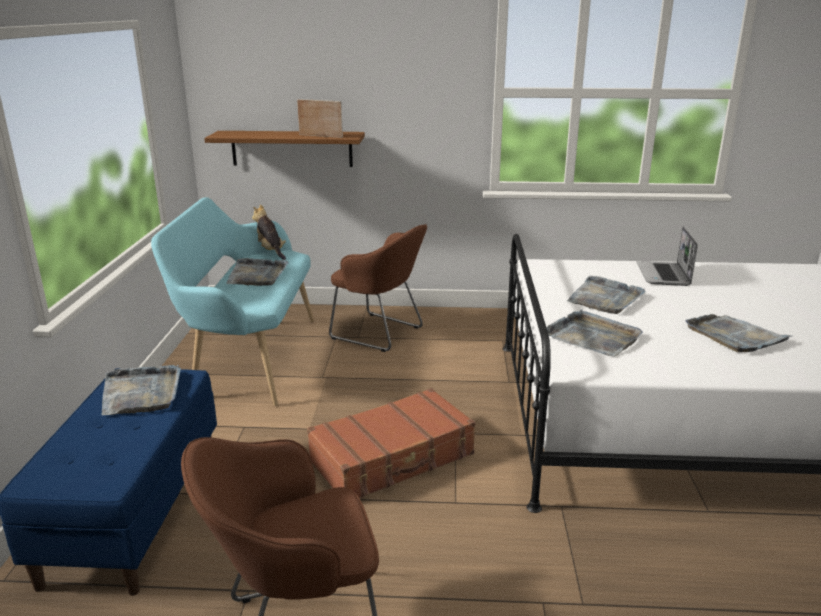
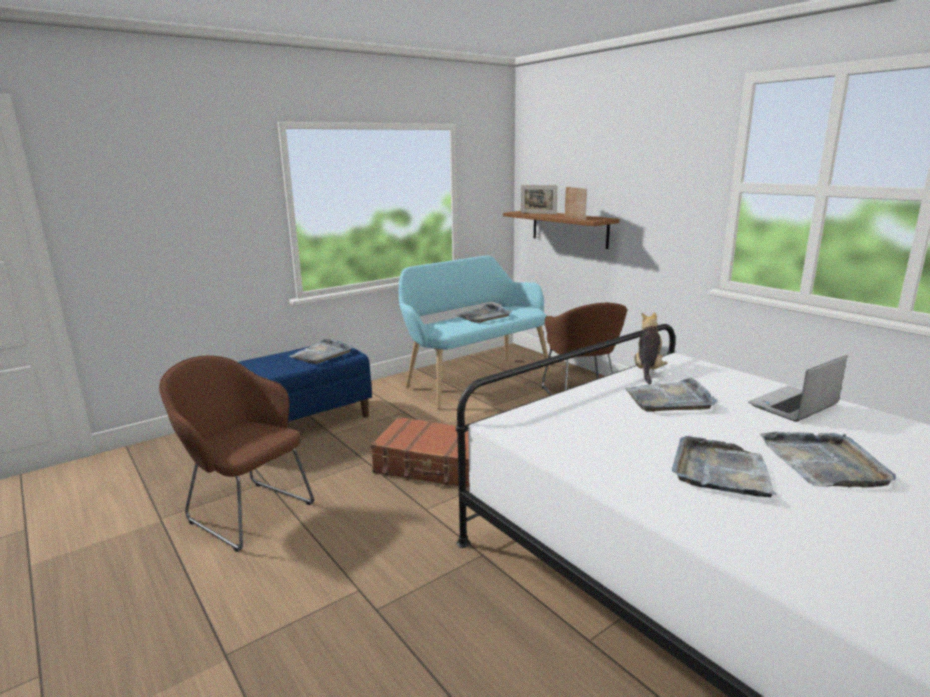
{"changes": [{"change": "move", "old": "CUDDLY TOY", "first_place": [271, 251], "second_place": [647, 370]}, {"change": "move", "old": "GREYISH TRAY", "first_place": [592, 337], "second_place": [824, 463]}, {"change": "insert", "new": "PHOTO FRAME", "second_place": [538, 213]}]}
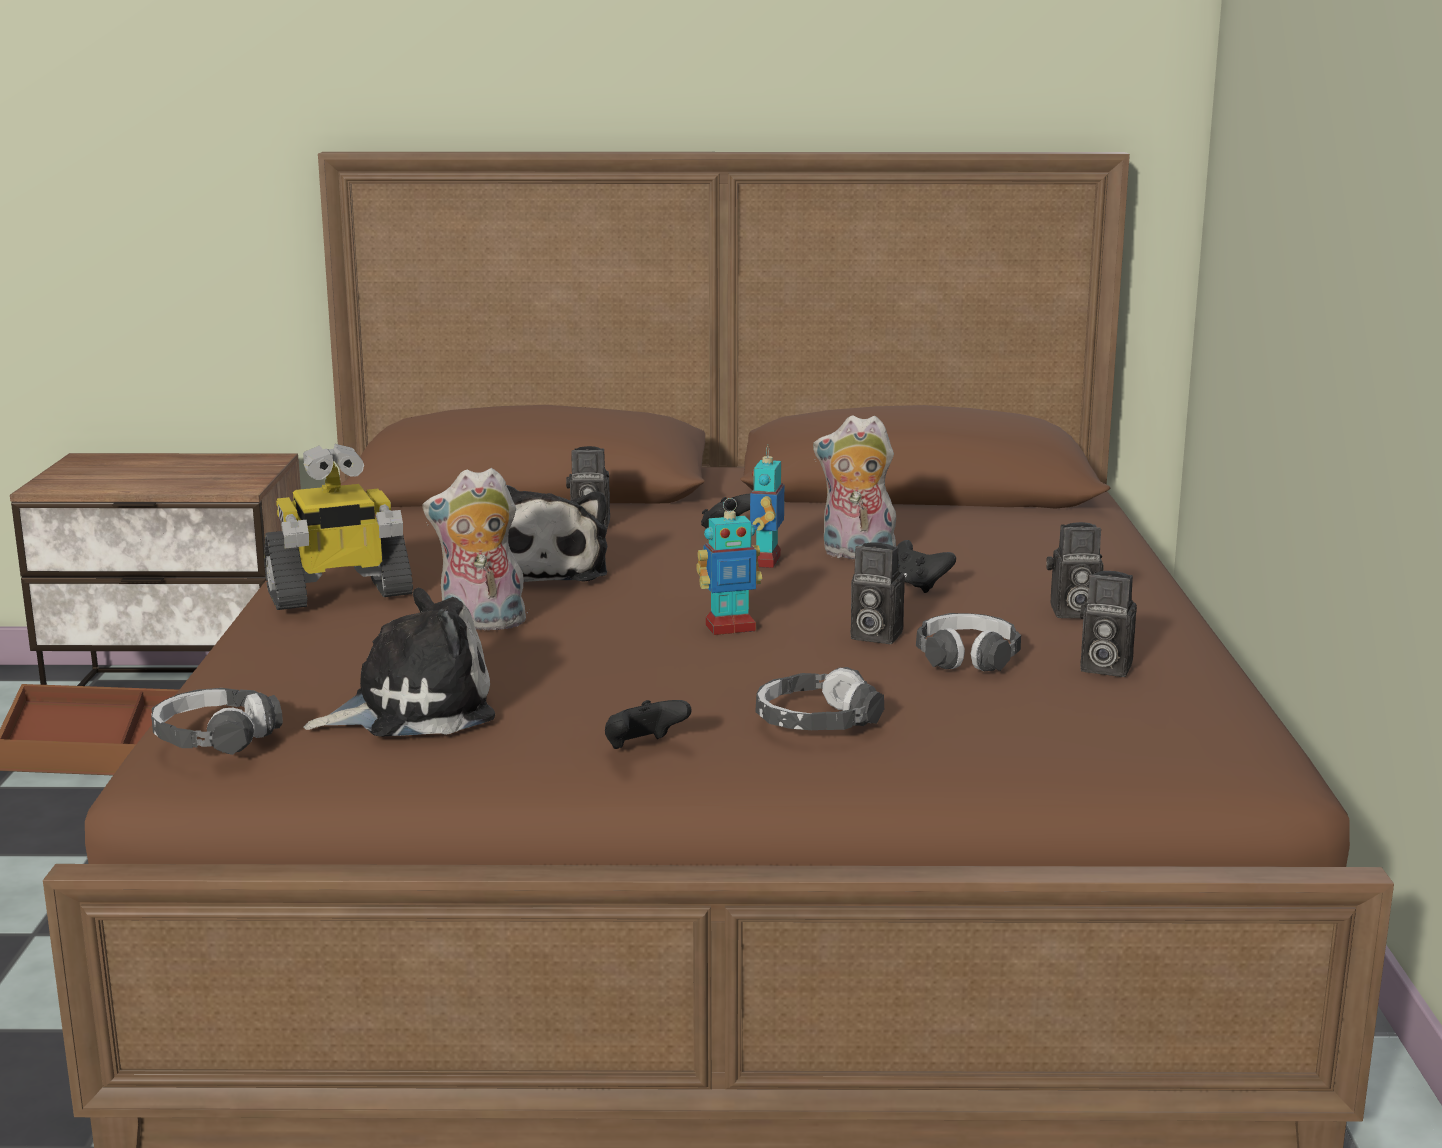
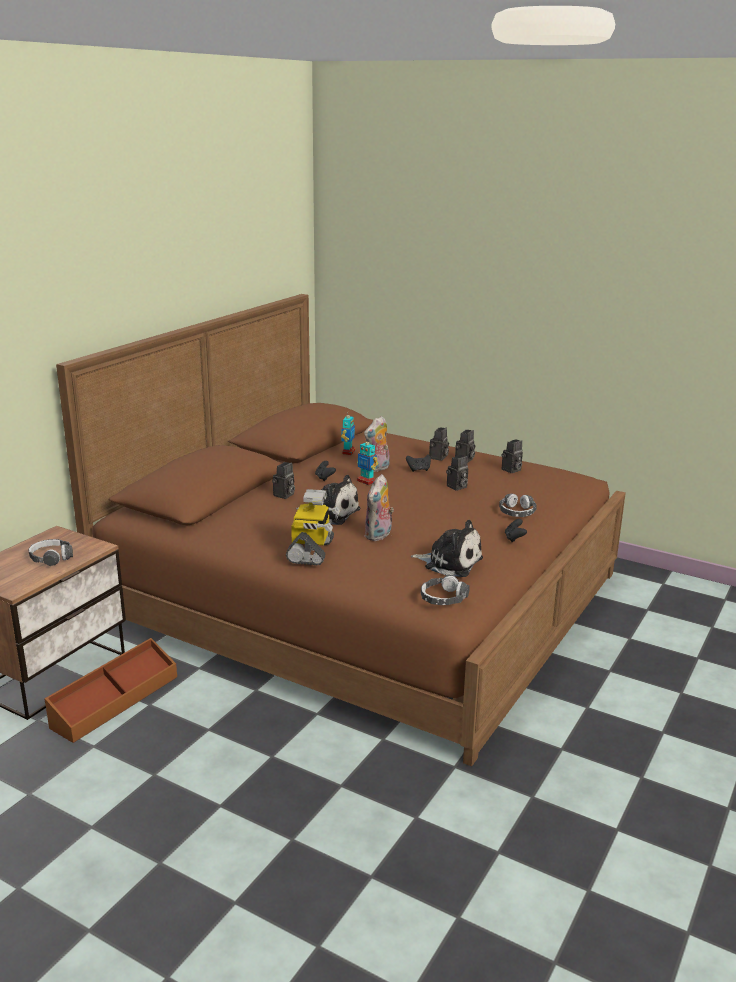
{"changes": [{"change": "move", "old": "MODEL ROBOT", "first_place": [730, 628], "second_place": [348, 452]}, {"change": "rotate", "old": "CUDDLY TOY", "first_place": [413, 709], "second_place": [450, 562], "degrees": 105}, {"change": "move", "old": "PAIR OF HEADPHONES", "first_place": [967, 657], "second_place": [51, 558]}, {"change": "insert", "new": "PHOTO CAMERA", "second_place": [438, 458]}]}
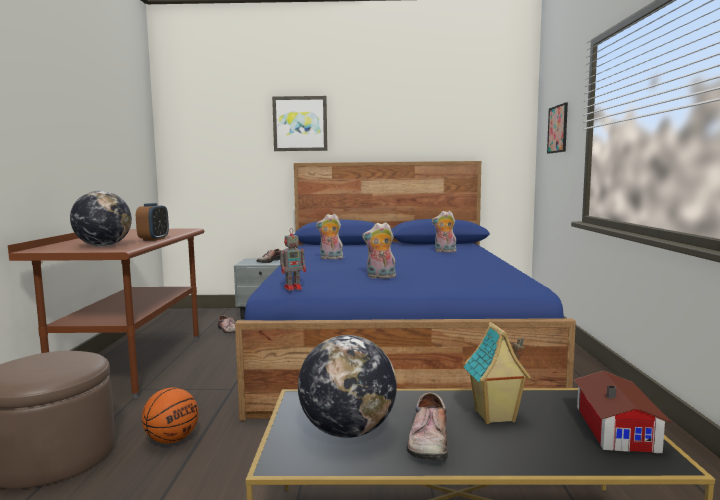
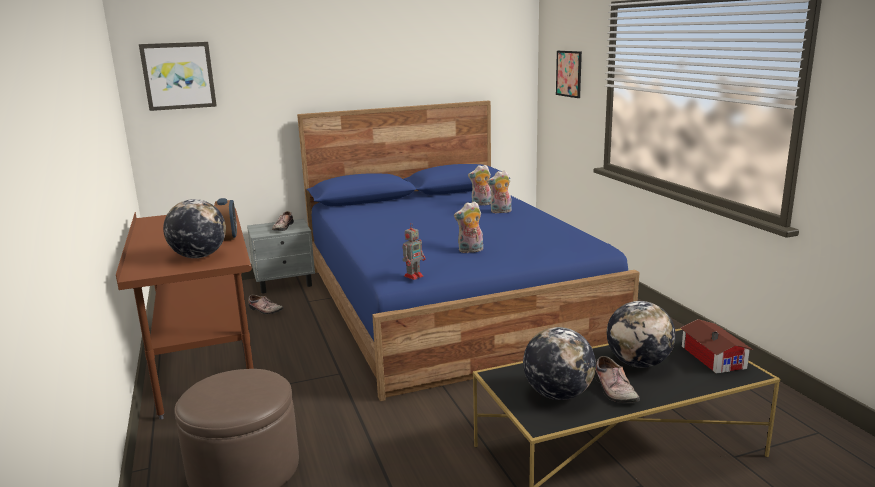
{"changes": [{"change": "move", "old": "PICTURE", "first_place": [300, 123], "second_place": [178, 76]}, {"change": "move", "old": "CUDDLY TOY", "first_place": [330, 258], "second_place": [500, 212]}, {"change": "replace", "old": "MINIATURE HOUSE", "new": "GLOBE", "first_place": [495, 416], "second_place": [638, 363]}, {"change": "delete", "old": "BALL FOR BASKETBALL", "first_place": [172, 440]}]}
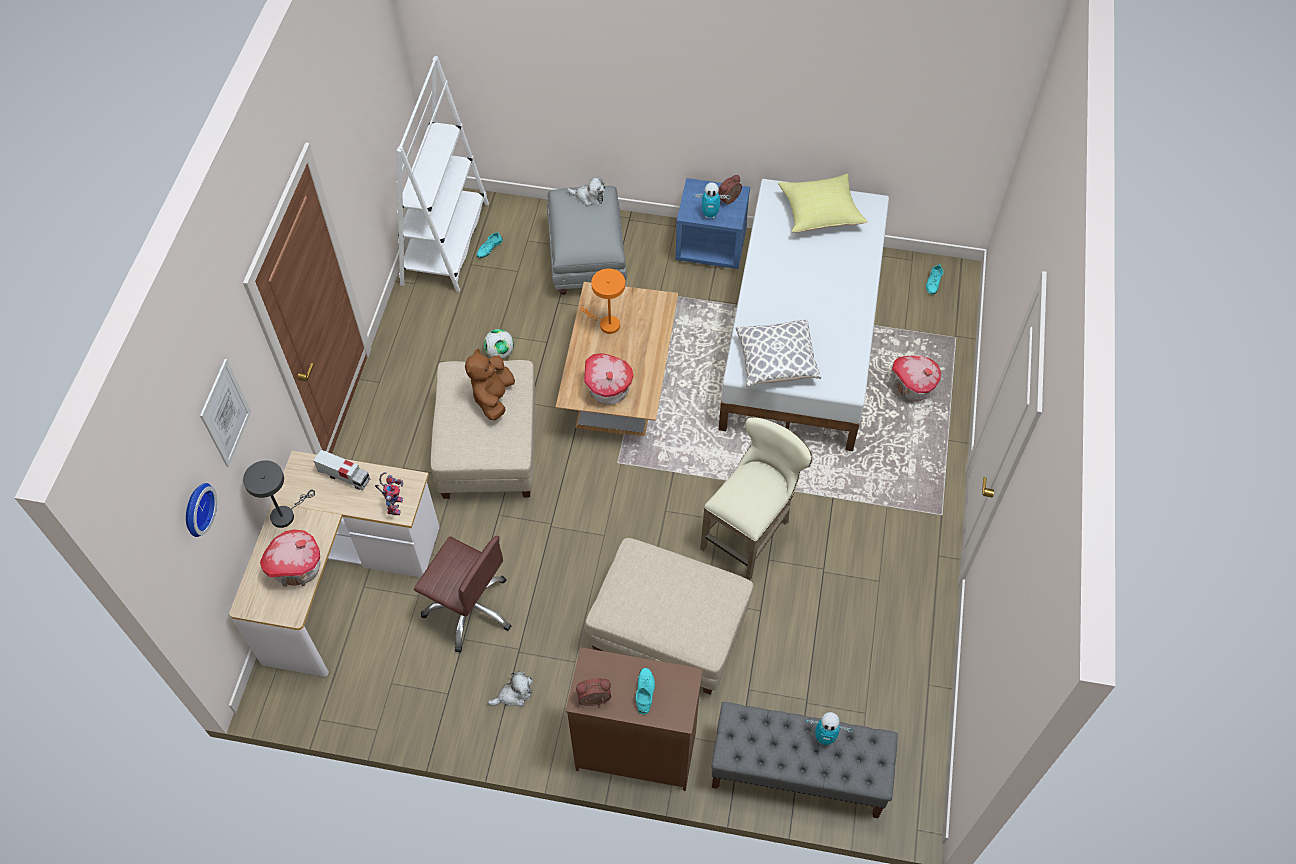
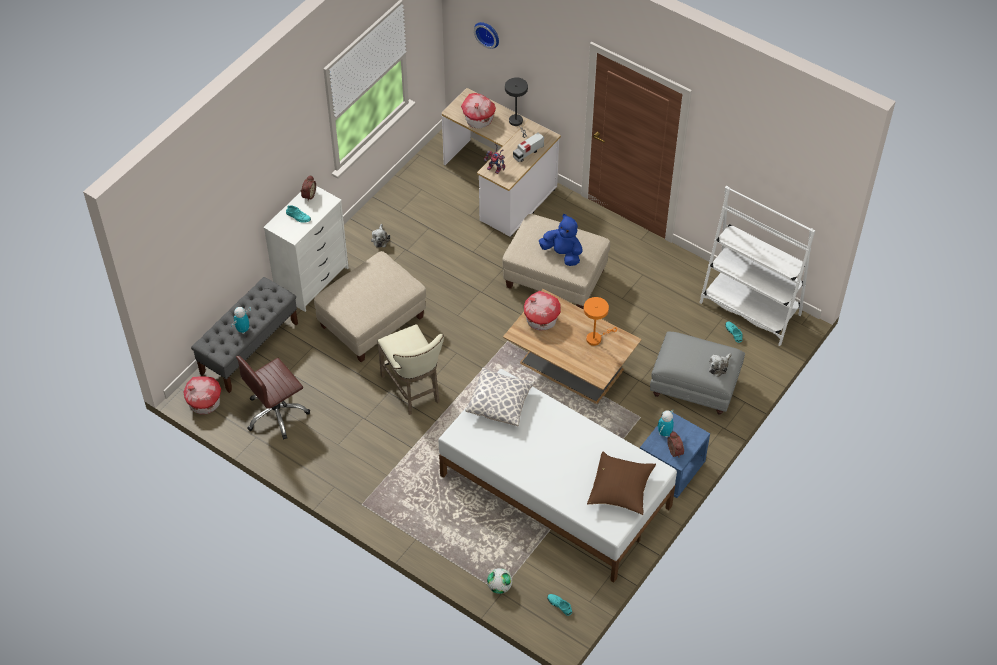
{"changes": [{"change": "recolor", "old": "YELLOW-COLOURED CUSHION", "new": "BROWN-COLOURED CUSHION", "first_place": [820, 213], "second_place": [621, 491]}, {"change": "move", "old": "BALL FOR FOOTBALL", "first_place": [500, 352], "second_place": [499, 587]}, {"change": "recolor", "old": "BROWN-COLOURED CUDDLY TOY", "new": "BLUE CUDDLY TOY", "first_place": [493, 397], "second_place": [562, 254]}, {"change": "move", "old": "MINIATURE HOUSE", "first_place": [913, 387], "second_place": [204, 403]}, {"change": "delete", "old": "PICTURE", "first_place": [225, 413]}, {"change": "move", "old": "BROWN-COLOURED OFFICE CHAIR", "first_place": [469, 609], "second_place": [276, 414]}, {"change": "recolor", "old": "BROWN-COLOURED DRESSER", "new": "WHITISH DRESSER", "first_place": [636, 749], "second_place": [312, 281]}]}
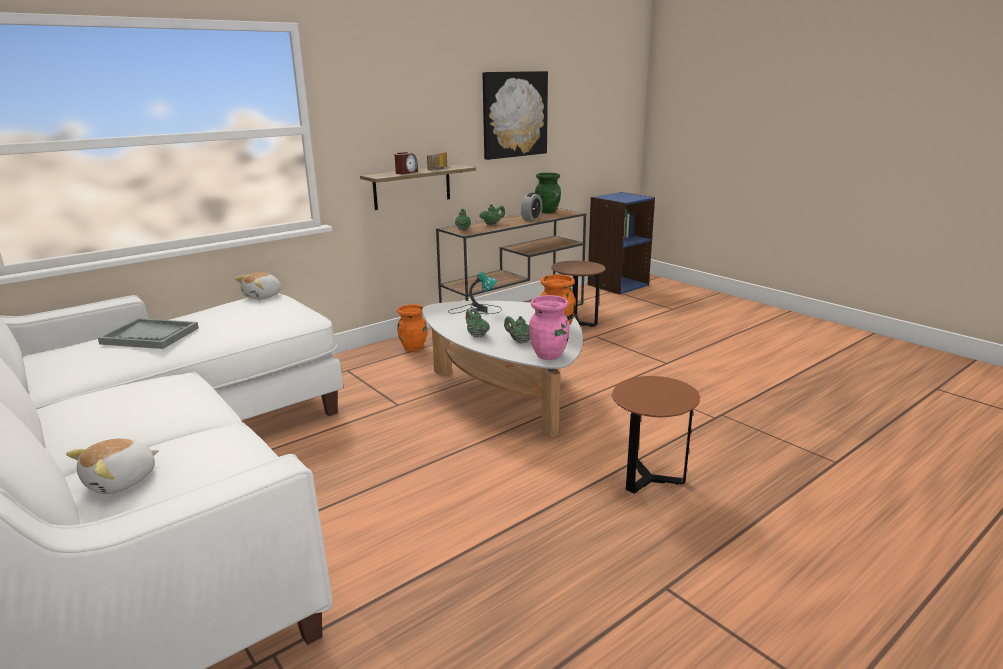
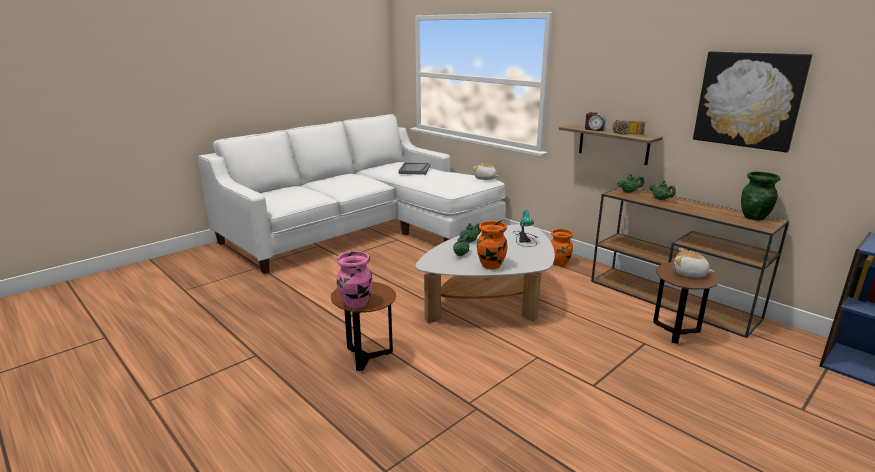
{"changes": [{"change": "delete", "old": "TABLE CLOCK", "first_place": [531, 218]}, {"change": "move", "old": "PINKISH DECORATIVE VASE", "first_place": [549, 355], "second_place": [356, 303]}, {"change": "move", "old": "CUDDLY TOY", "first_place": [122, 481], "second_place": [689, 274]}]}
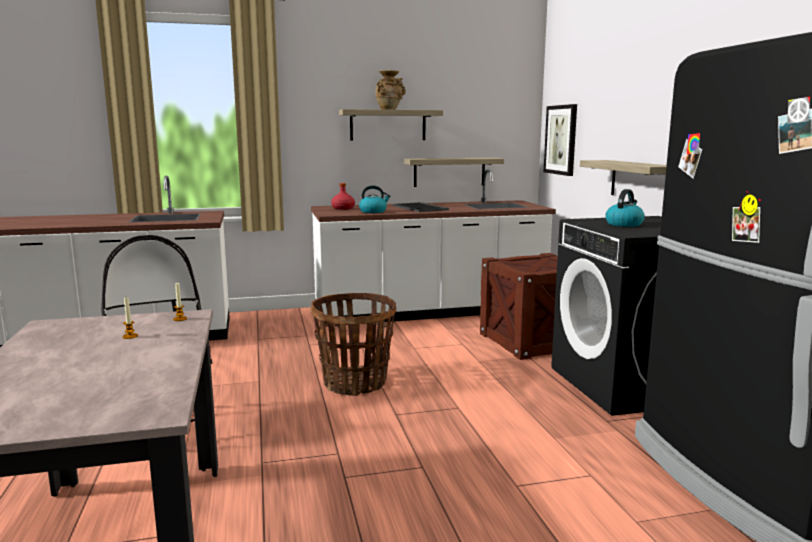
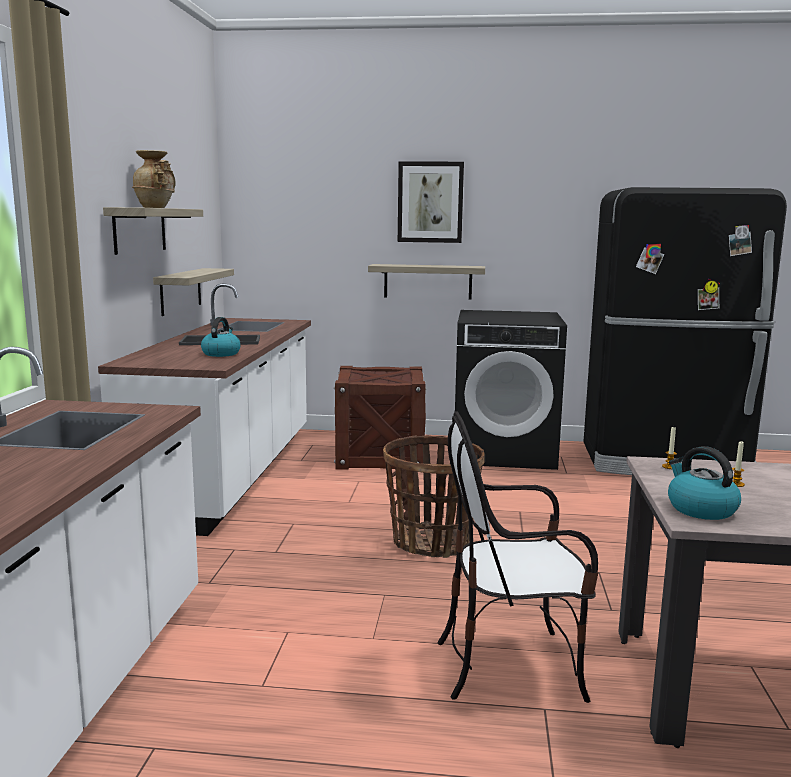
{"changes": [{"change": "move", "old": "PICTURE", "first_place": [561, 140], "second_place": [430, 202]}, {"change": "delete", "old": "RED DRINK BOTTLE", "first_place": [343, 208]}, {"change": "move", "old": "KETTLE", "first_place": [624, 224], "second_place": [700, 509]}]}
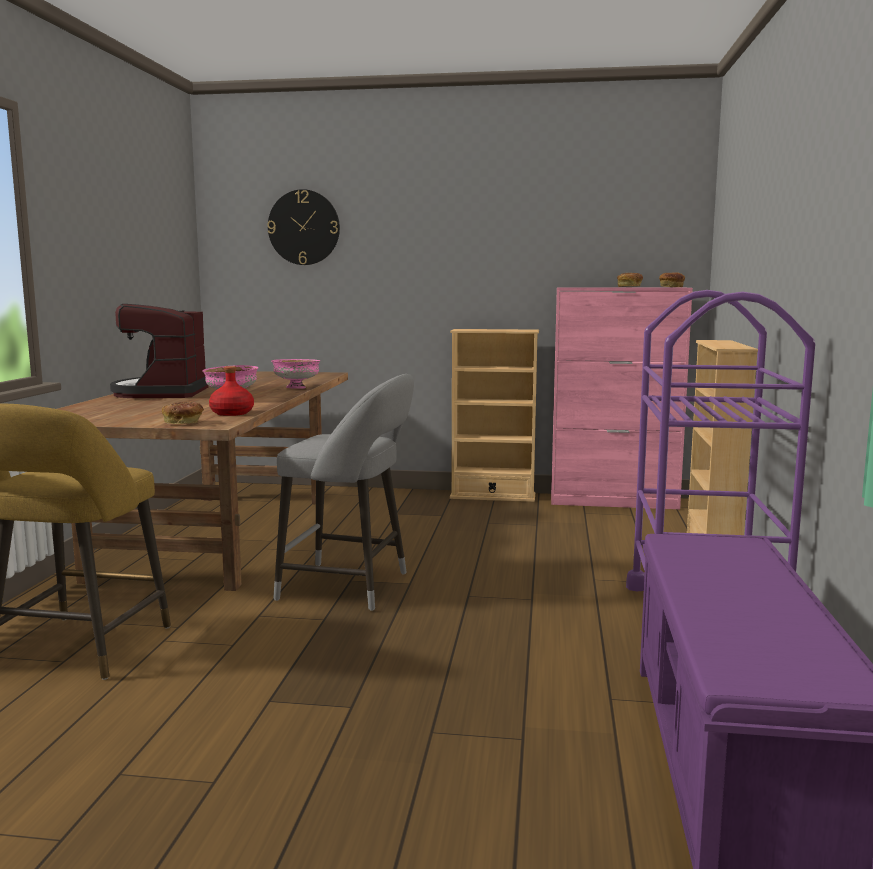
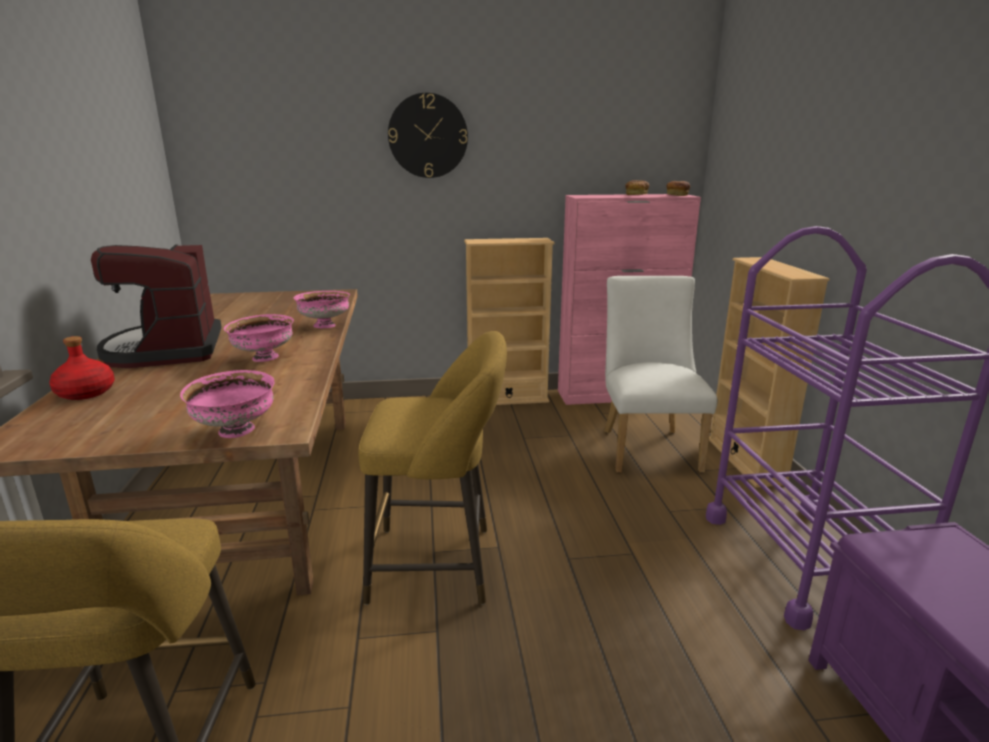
{"changes": [{"change": "move", "old": "CLOCK ON THE WALL", "first_place": [304, 227], "second_place": [428, 136]}, {"change": "move", "old": "RED DRINK BOTTLE", "first_place": [232, 413], "second_place": [86, 393]}, {"change": "recolor", "old": "GREYISH STOOL SEAT", "new": "YELLOW-COLOURED STOOL SEAT", "first_place": [351, 587], "second_place": [440, 564]}, {"change": "replace", "old": "BAKED BREAD", "new": "PINKISH SERVING BOWL", "first_place": [184, 423], "second_place": [237, 431]}, {"change": "insert", "new": "WHITISH UPRIGHT CHAIR", "second_place": [647, 447]}]}
